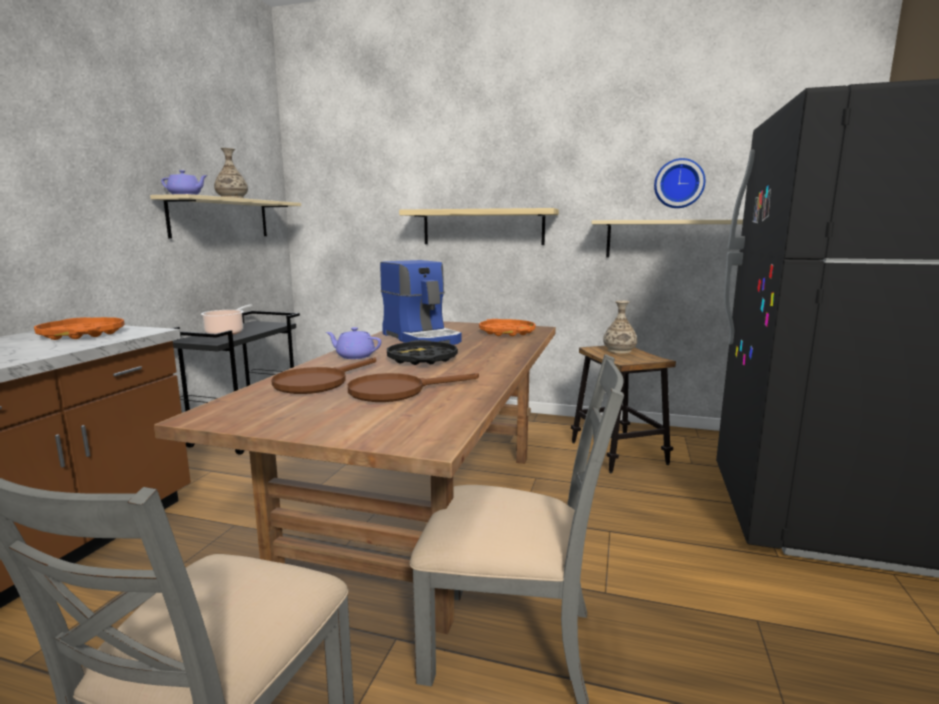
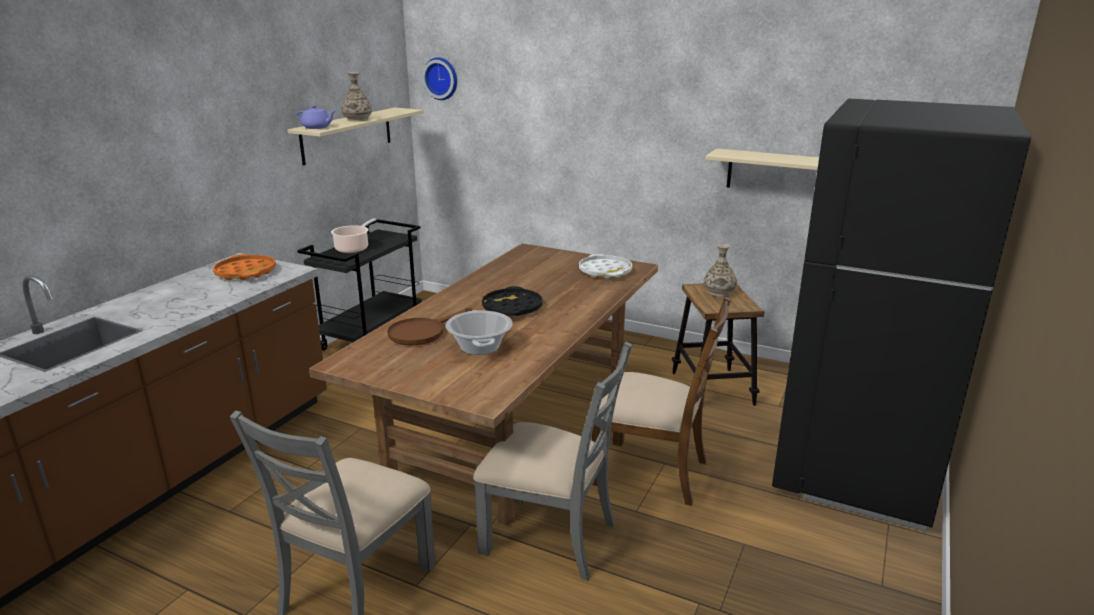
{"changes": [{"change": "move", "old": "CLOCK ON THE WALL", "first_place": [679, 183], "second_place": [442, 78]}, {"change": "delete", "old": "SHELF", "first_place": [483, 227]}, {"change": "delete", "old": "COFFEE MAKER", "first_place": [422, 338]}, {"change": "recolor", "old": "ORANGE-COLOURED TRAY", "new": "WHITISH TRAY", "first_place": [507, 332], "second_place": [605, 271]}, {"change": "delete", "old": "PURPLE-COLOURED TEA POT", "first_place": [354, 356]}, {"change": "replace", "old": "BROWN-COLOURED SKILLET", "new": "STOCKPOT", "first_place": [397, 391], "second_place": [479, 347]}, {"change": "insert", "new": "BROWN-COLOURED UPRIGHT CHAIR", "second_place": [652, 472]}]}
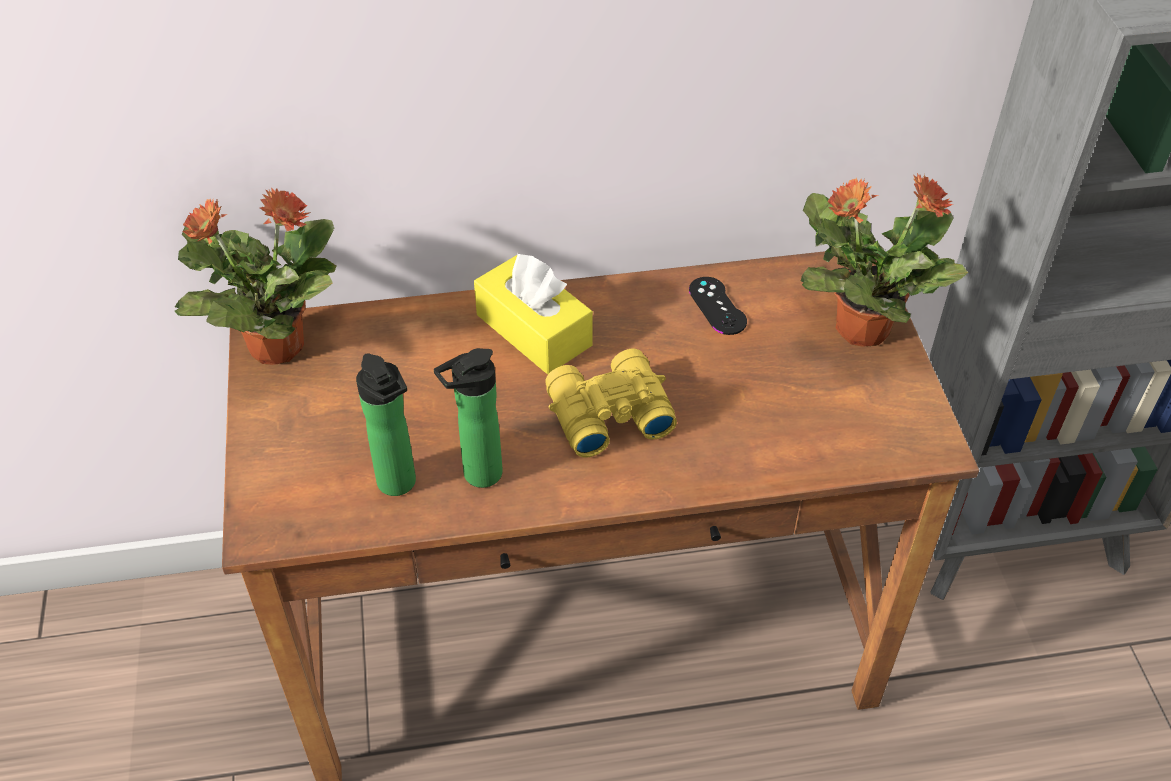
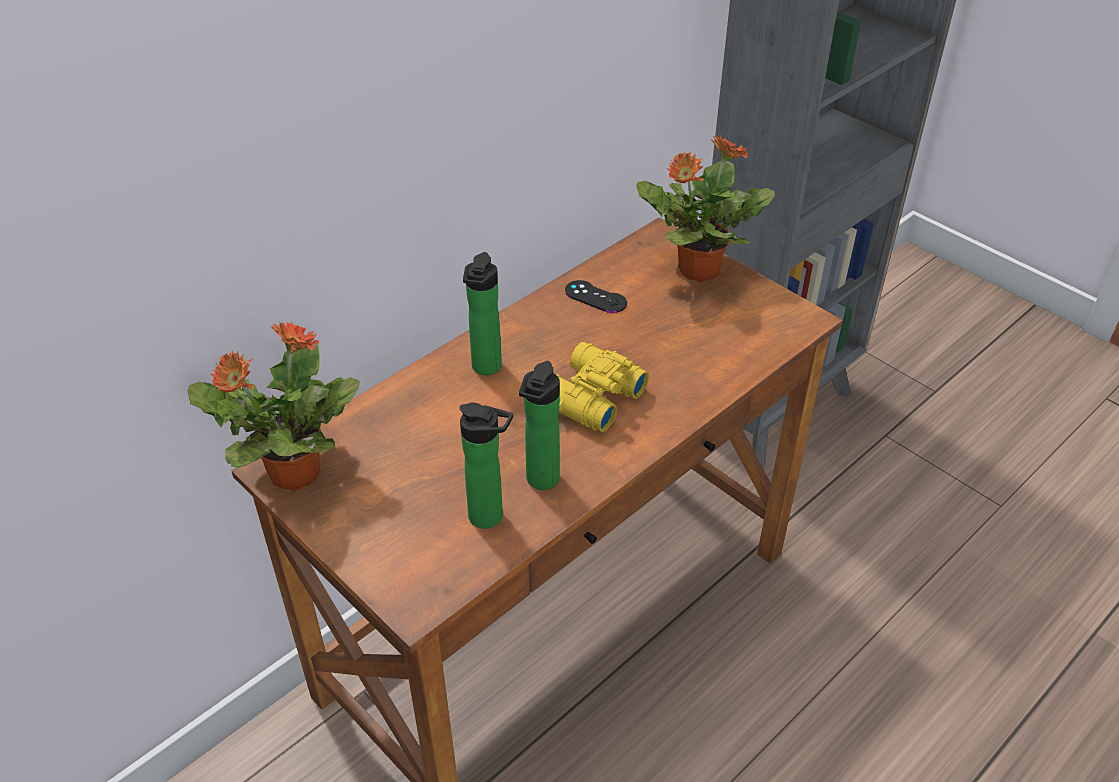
{"changes": [{"change": "replace", "old": "YELLOW-COLOURED BOX OF TISSUES", "new": "DRINK BOTTLE", "first_place": [534, 330], "second_place": [485, 369]}]}
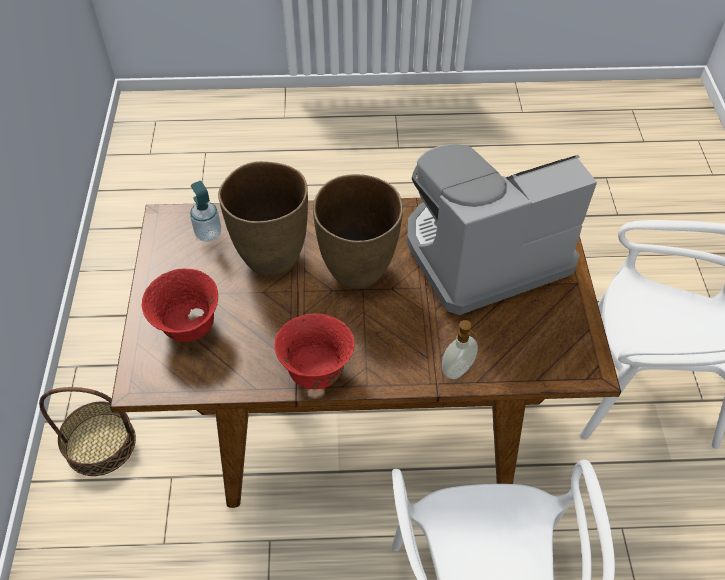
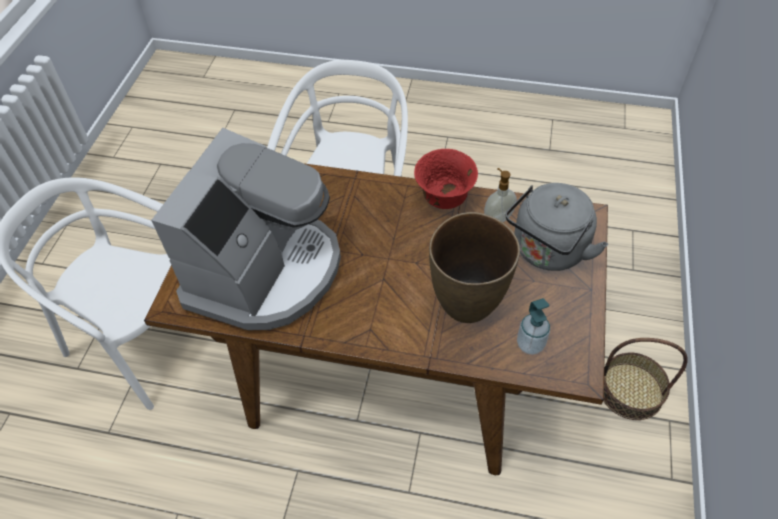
{"changes": [{"change": "rotate", "old": "COFFEE MAKER", "first_place": [483, 253], "second_place": [265, 271], "degrees": -60}, {"change": "delete", "old": "BROWN-COLOURED DECORATIVE VASE", "first_place": [358, 271]}, {"change": "replace", "old": "RED SERVING BOWL", "new": "GREYISH KETTLE", "first_place": [189, 328], "second_place": [547, 251]}, {"change": "move", "old": "LIQUID SOAP BOTTLE", "first_place": [458, 370], "second_place": [497, 218]}]}
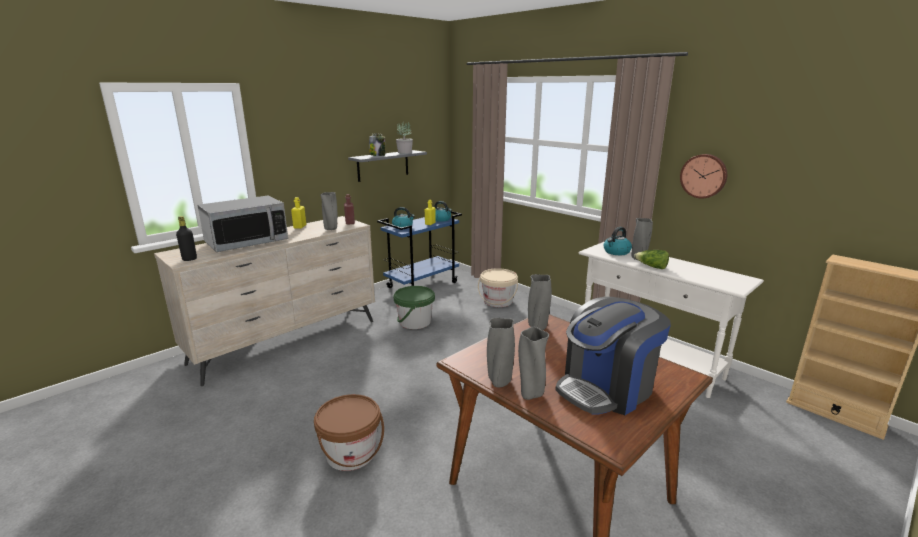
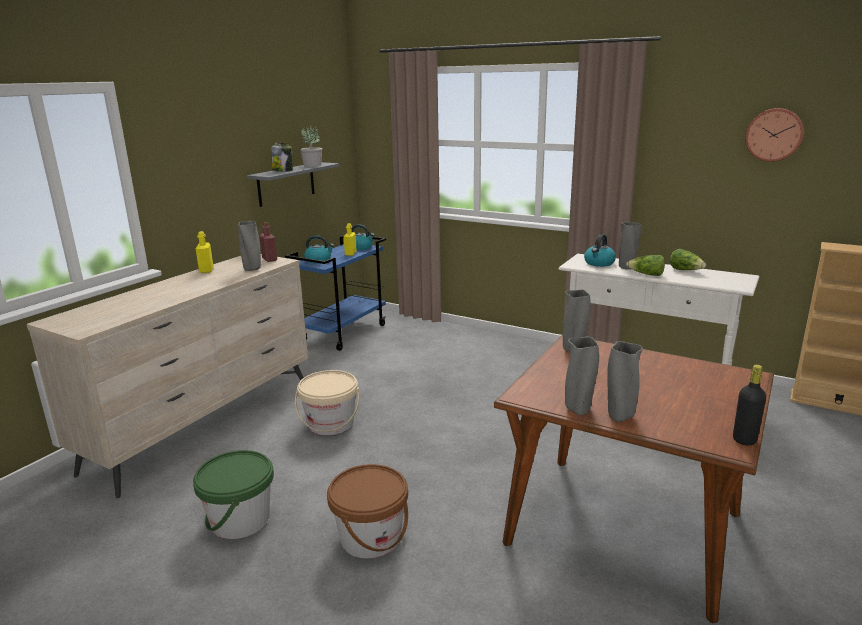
{"changes": [{"change": "move", "old": "CLOCK ON THE WALL", "first_place": [704, 176], "second_place": [774, 134]}, {"change": "delete", "old": "MICROWAVE", "first_place": [247, 242]}, {"change": "move", "old": "BLACKISH DRINK BOTTLE", "first_place": [189, 259], "second_place": [744, 440]}, {"change": "move", "old": "BEIGE BUCKET", "first_place": [498, 301], "second_place": [331, 423]}, {"change": "move", "old": "GREEN BUCKET", "first_place": [415, 322], "second_place": [240, 520]}, {"change": "delete", "old": "COFFEE MAKER", "first_place": [606, 388]}, {"change": "insert", "new": "HEAD OF LETTUCE", "second_place": [686, 270]}]}
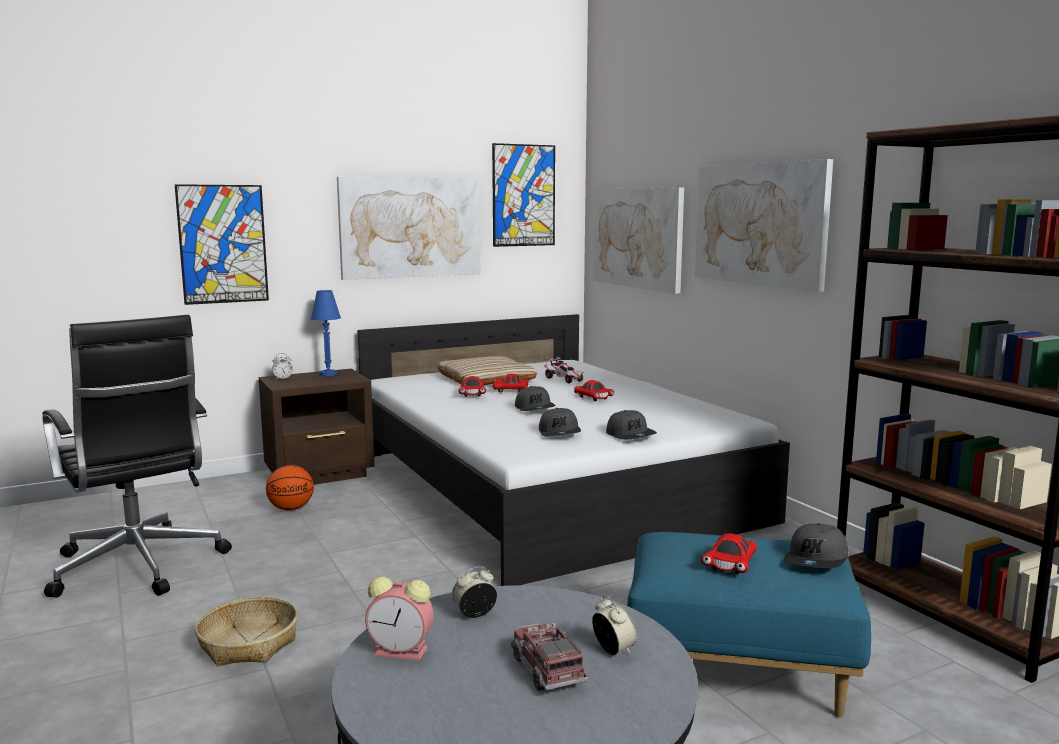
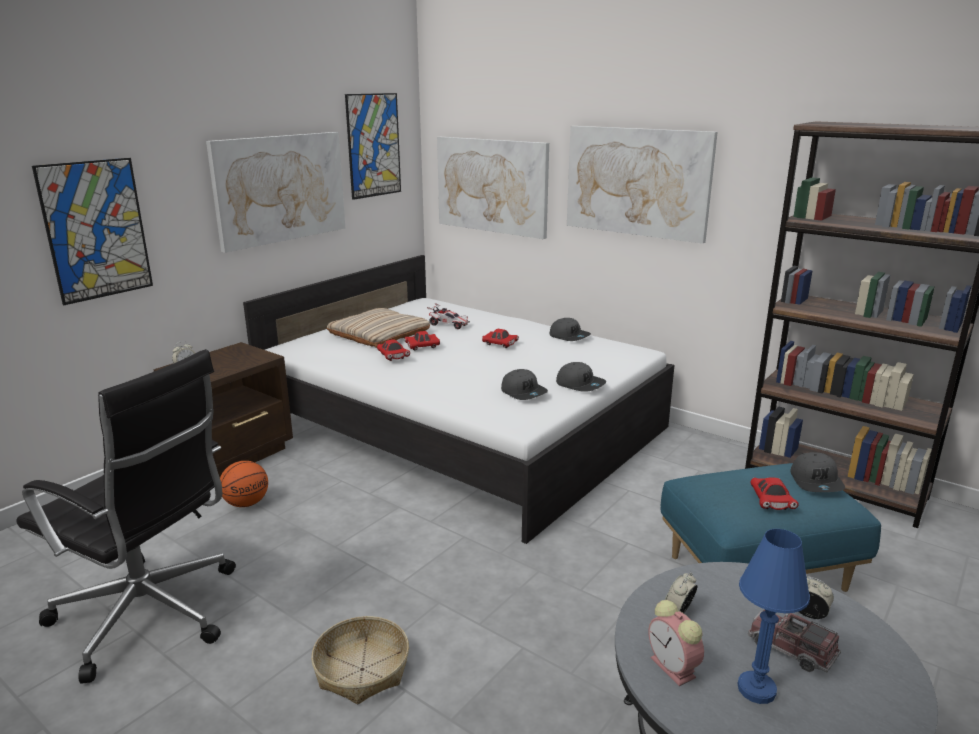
{"changes": [{"change": "move", "old": "BLUE LAMP FOR A TABLE", "first_place": [328, 374], "second_place": [756, 689]}, {"change": "move", "old": "GREYISH CAP", "first_place": [535, 408], "second_place": [569, 336]}, {"change": "rotate", "old": "TABLE CLOCK", "first_place": [403, 651], "second_place": [674, 668], "degrees": 75}]}
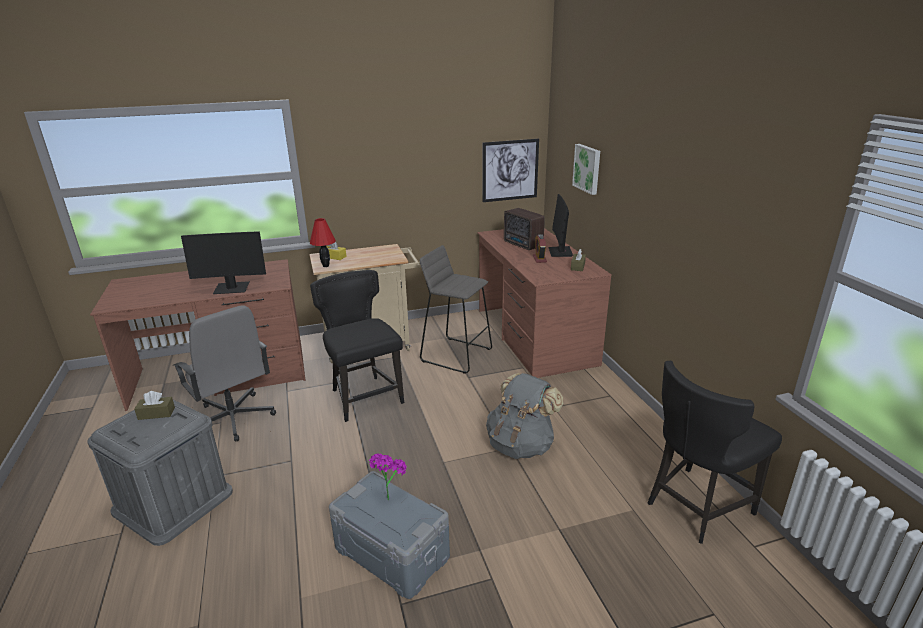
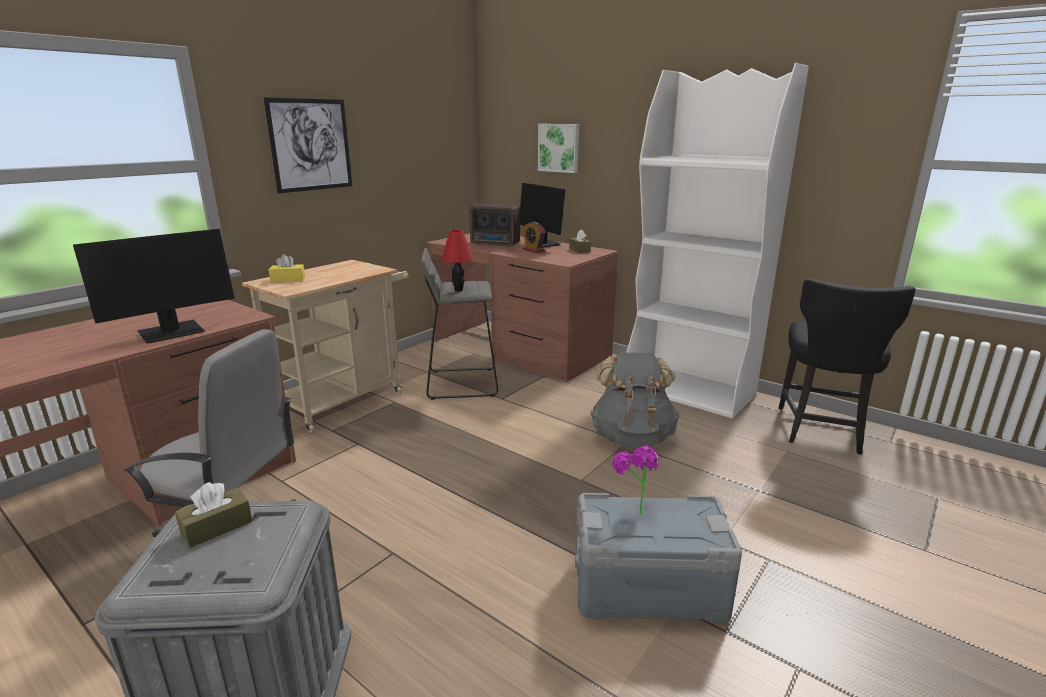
{"changes": [{"change": "move", "old": "PICTURE", "first_place": [510, 170], "second_place": [310, 145]}, {"change": "move", "old": "RED LAMP FOR A TABLE", "first_place": [326, 266], "second_place": [458, 290]}, {"change": "delete", "old": "BLACKISH UPRIGHT CHAIR", "first_place": [364, 397]}, {"change": "insert", "new": "WHITISH BOOKCASE", "second_place": [690, 390]}]}
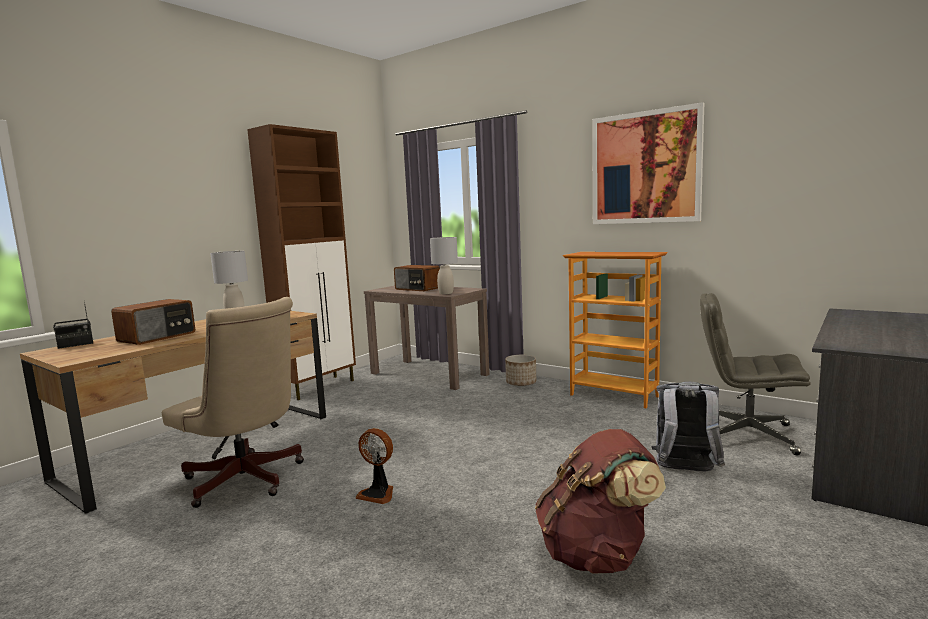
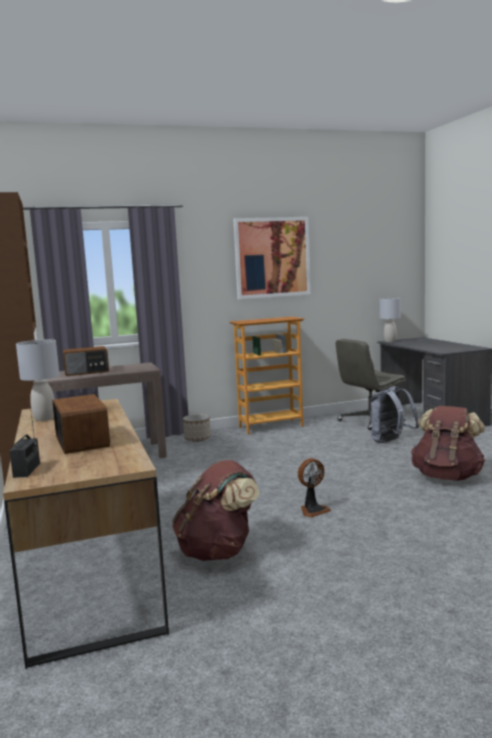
{"changes": [{"change": "move", "old": "GREYISH LAMP FOR A TABLE", "first_place": [445, 293], "second_place": [390, 341]}, {"change": "replace", "old": "BEIGE OFFICE CHAIR", "new": "BROWN-COLOURED KNAPSACK", "first_place": [246, 481], "second_place": [218, 552]}]}
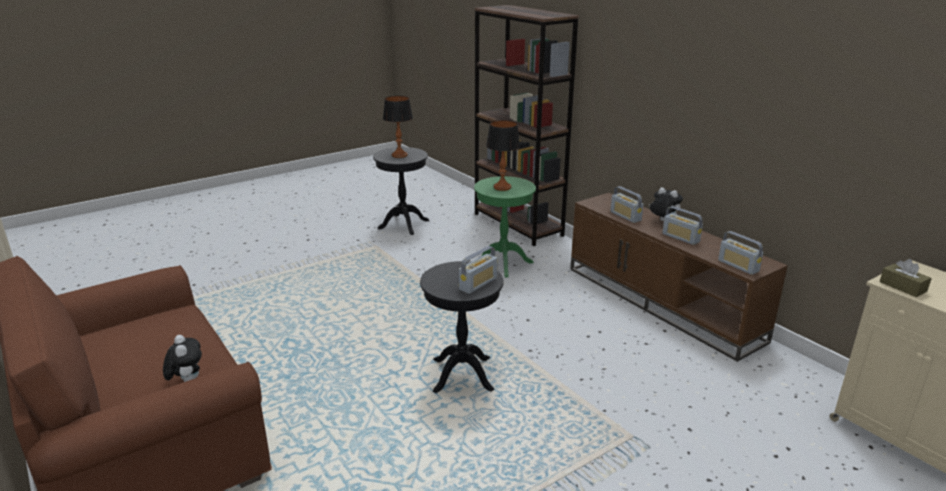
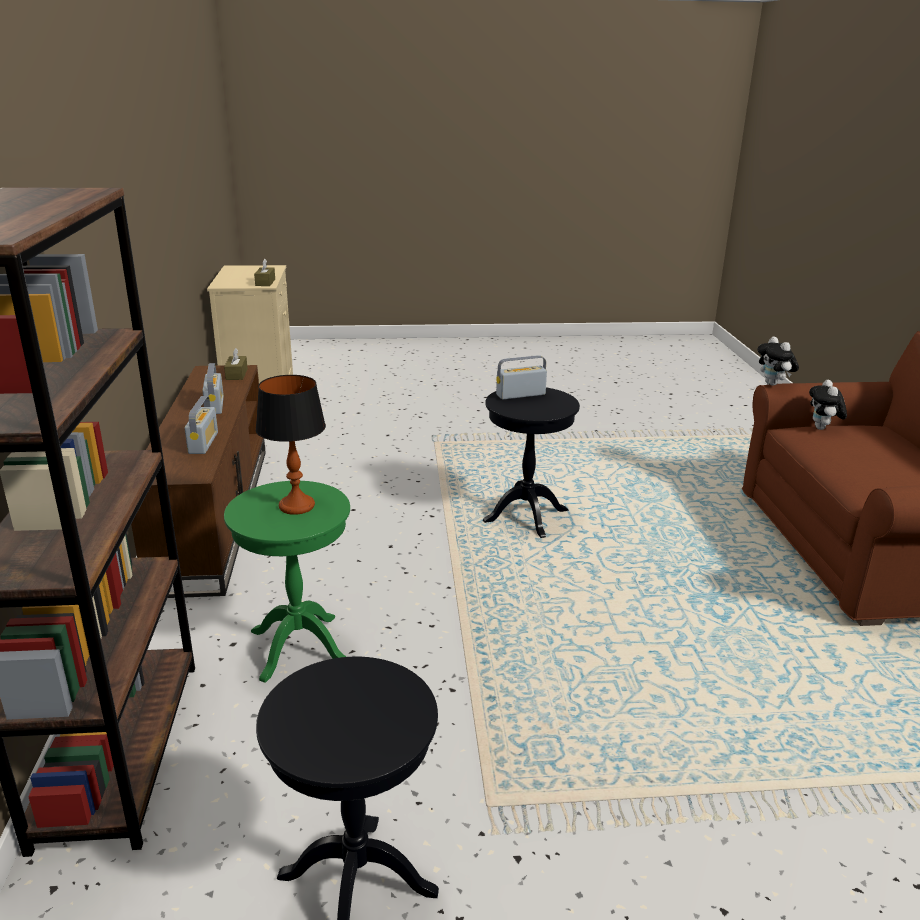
{"changes": [{"change": "delete", "old": "LAMP FOR A TABLE", "first_place": [399, 155]}, {"change": "move", "old": "CUDDLY TOY", "first_place": [662, 221], "second_place": [773, 384]}, {"change": "replace", "old": "RADIO", "new": "BROWN-COLOURED BOX OF TISSUES", "first_place": [738, 266], "second_place": [236, 374]}]}
